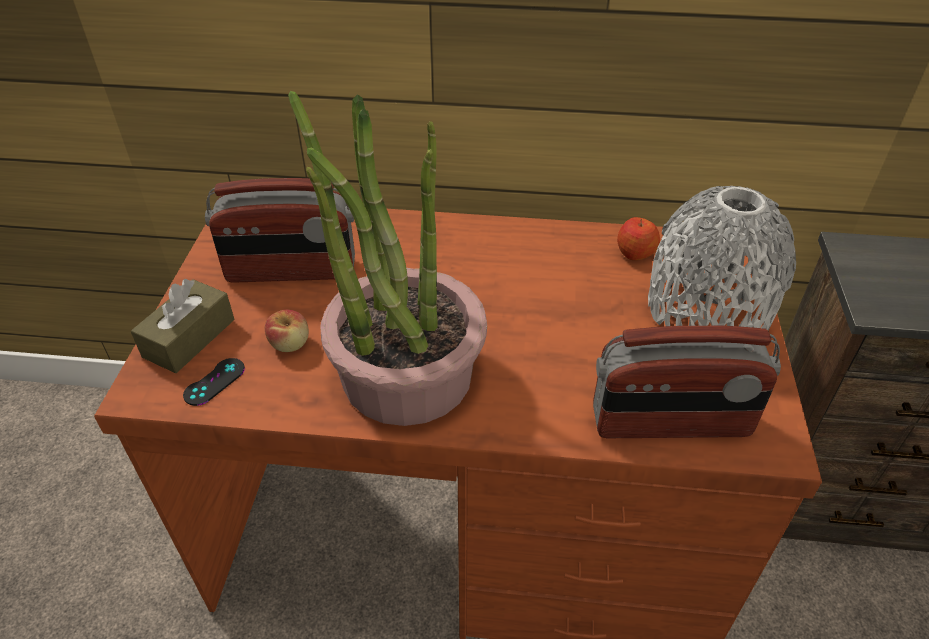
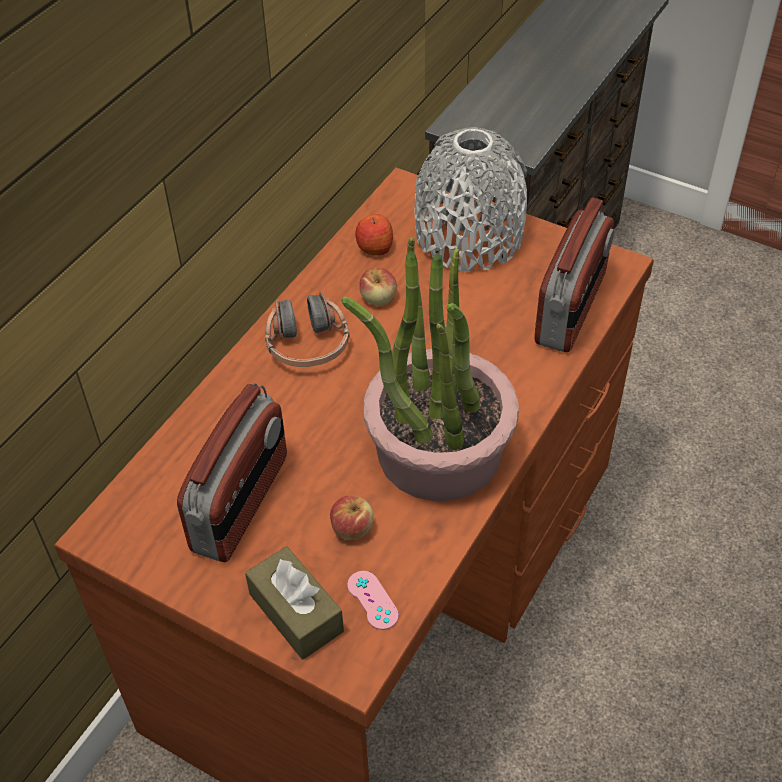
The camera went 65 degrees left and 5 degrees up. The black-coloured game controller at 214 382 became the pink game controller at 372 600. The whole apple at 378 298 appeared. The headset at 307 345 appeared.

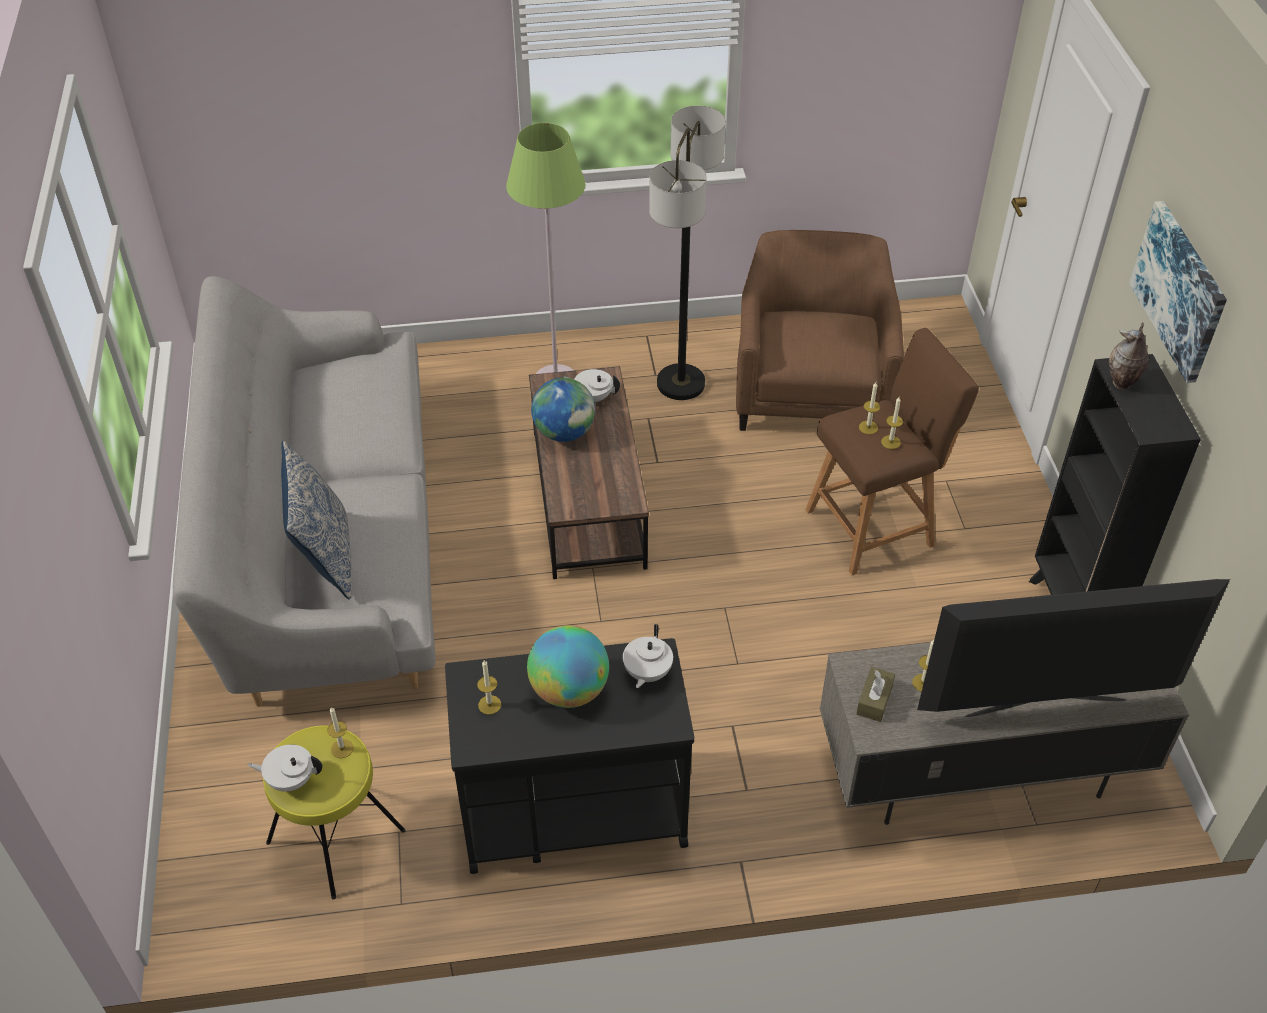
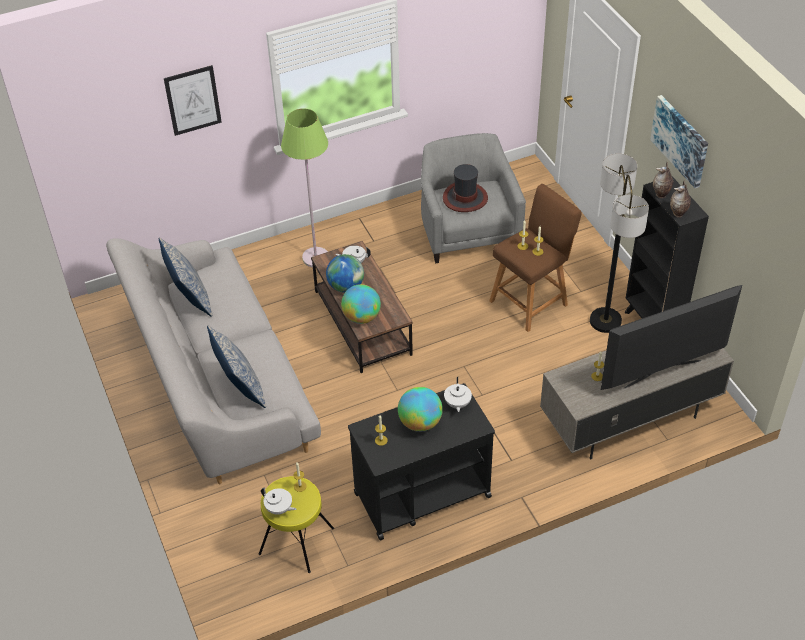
The camera went 15 degrees left and 0 degrees up. The floor lamp moved from 681 383 to 605 321. The brown-coloured armchair at 811 390 became the grey armchair at 468 230. The brown-coloured tissue box at 874 700 disappeared. The white teapot at 290 779 turned 135 degrees counterclockwise. The wall art at 193 100 appeared. The wearable hat at 465 198 appeared. The flower vase at 678 214 appeared. The cushion at 190 299 appeared. The world globe at 361 317 appeared.

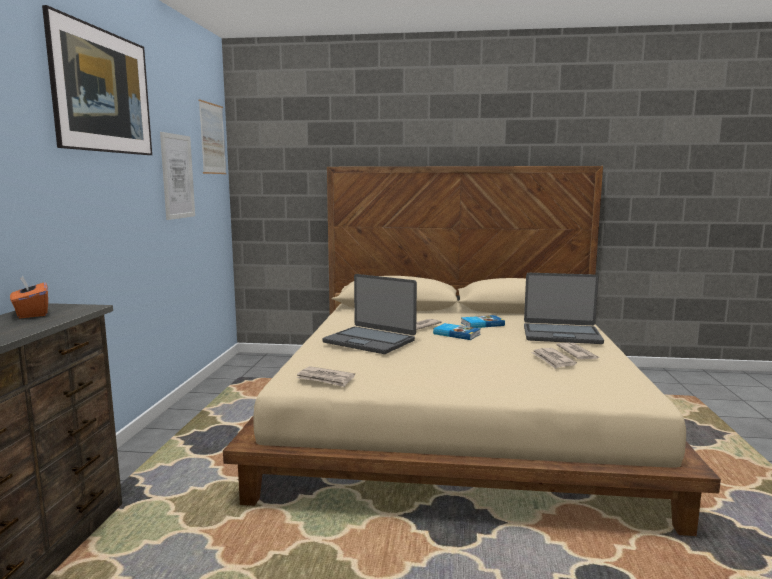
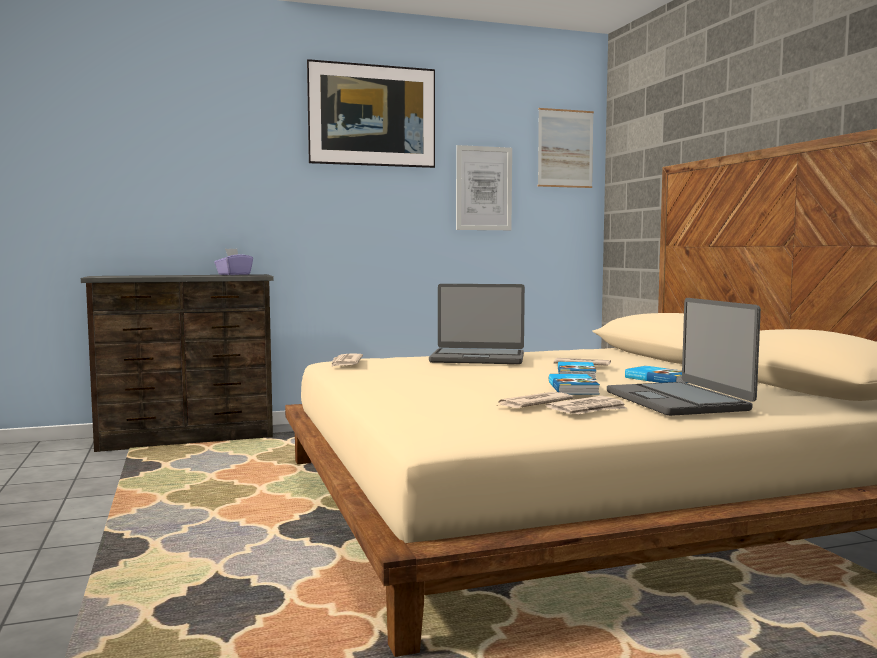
The camera went 65 degrees right and 5 degrees down. The notebook computer at 370 341 turned 90 degrees counterclockwise. The orange tissue box at 31 314 became the purplish tissue box at 234 274. The bound book at 574 388 appeared.

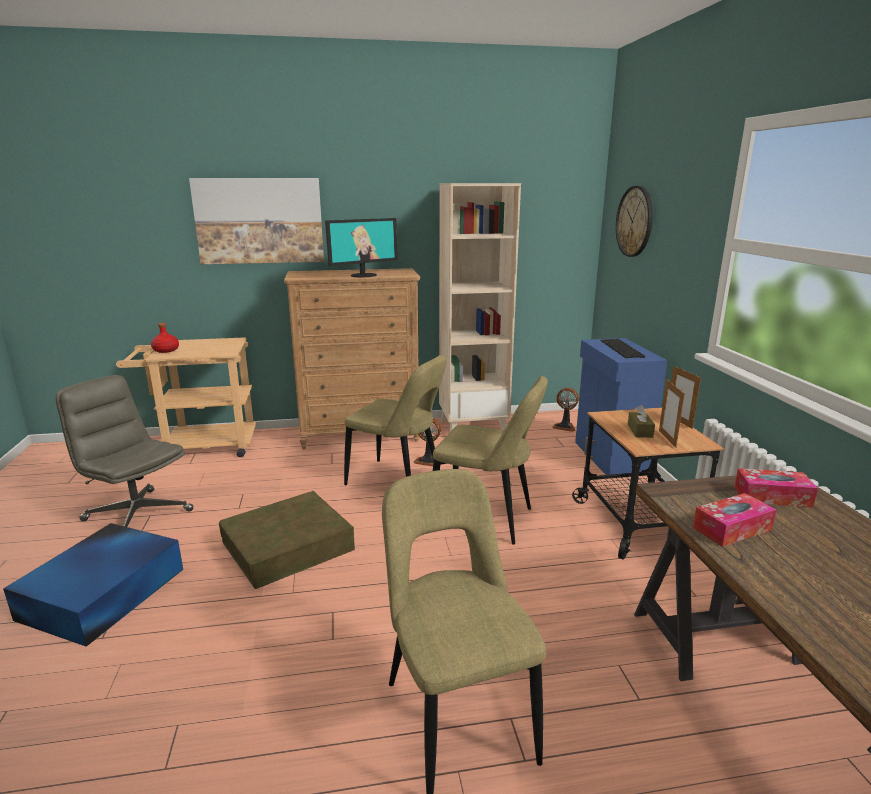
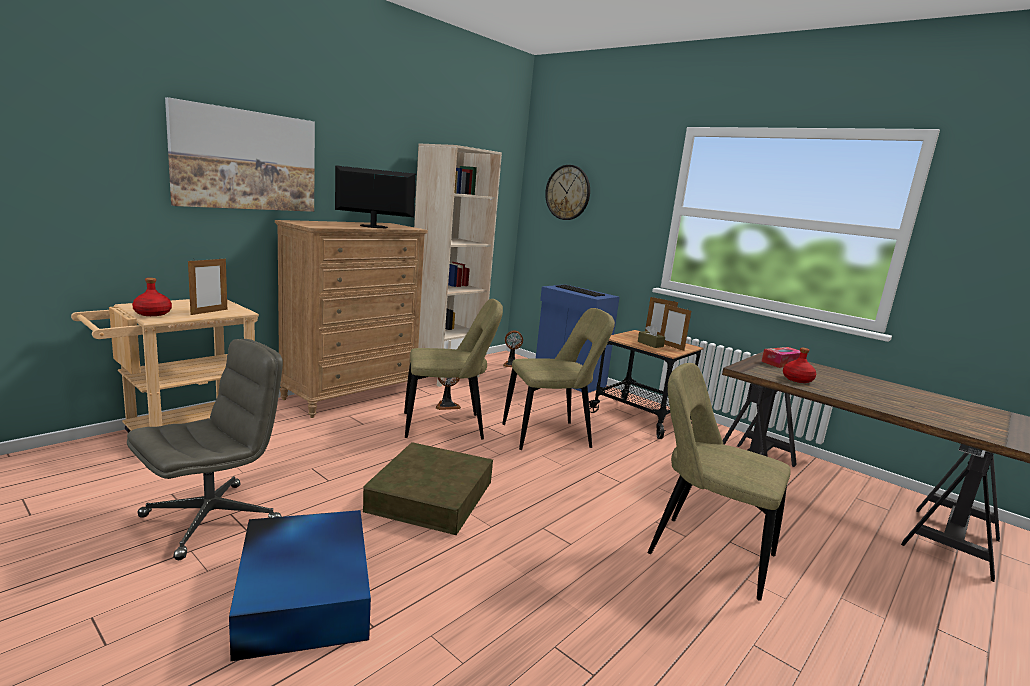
The camera went 40 degrees left and 5 degrees down. The computer screen at 363 275 turned 105 degrees counterclockwise. The grey office chair at 137 515 turned 135 degrees clockwise. The tissue box at 732 528 was replaced by the red-coloured beverage bottle at 797 380. The standing frame at 209 312 appeared.

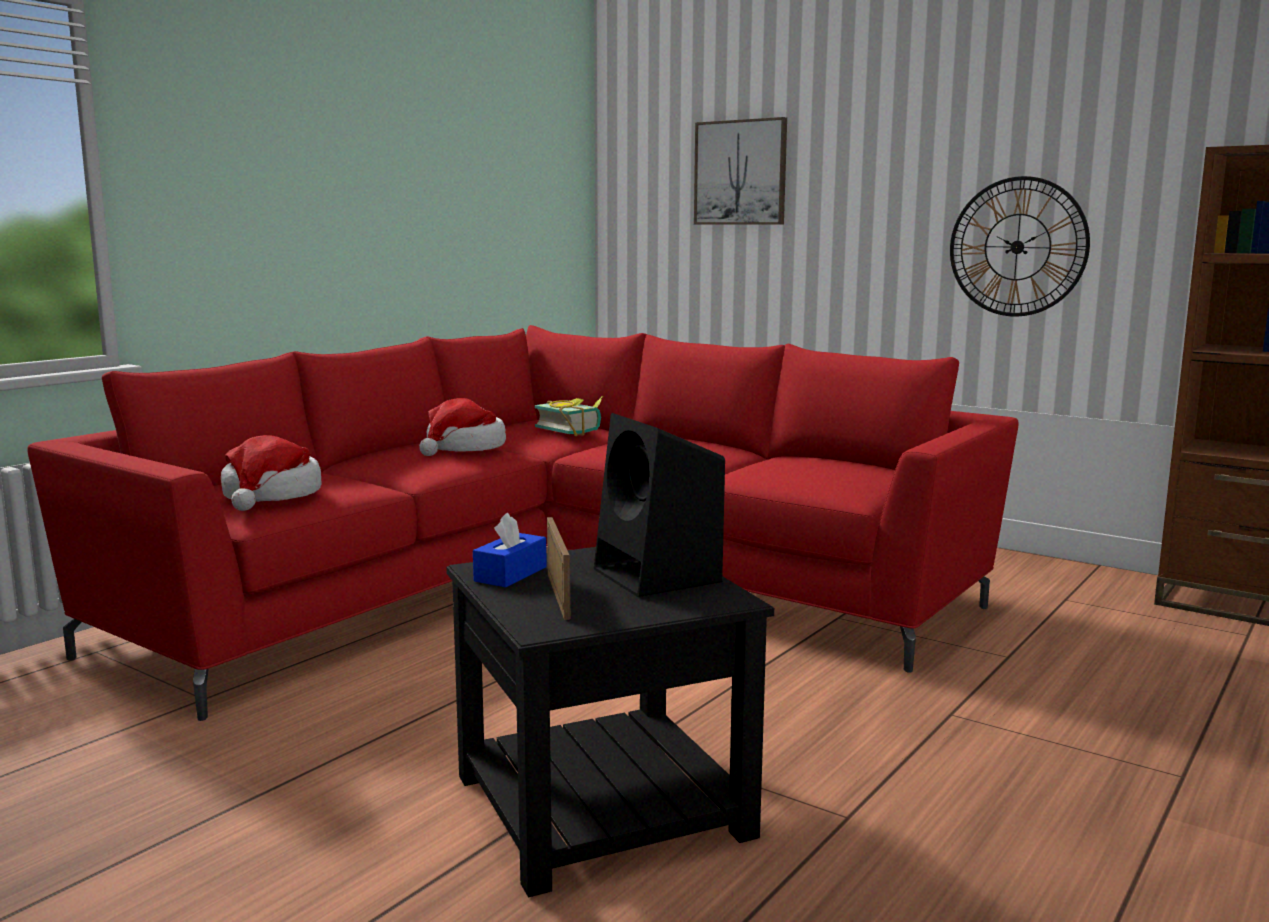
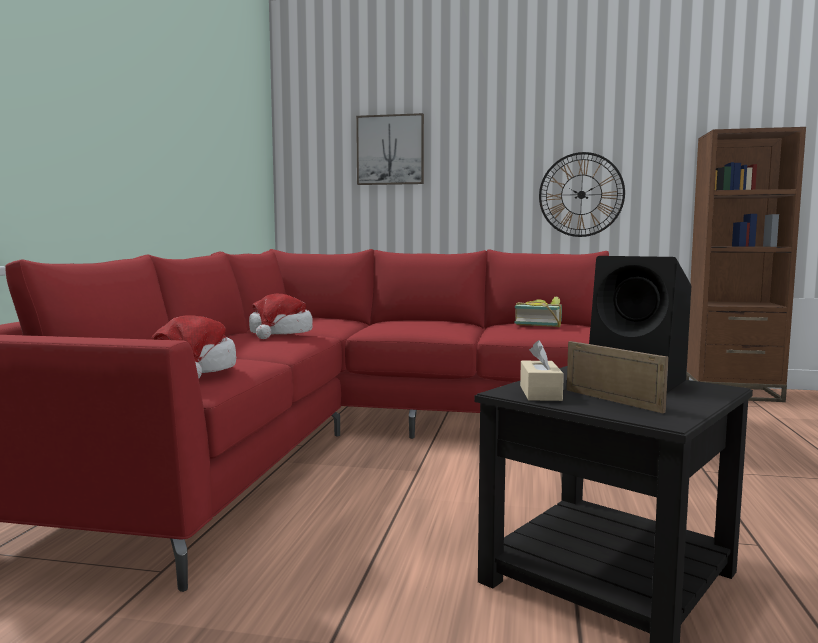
The camera went 25 degrees left and 5 degrees down. The bound book moved from 572 431 to 539 325. The blue-coloured tissue box at 510 574 became the beige tissue box at 540 393.

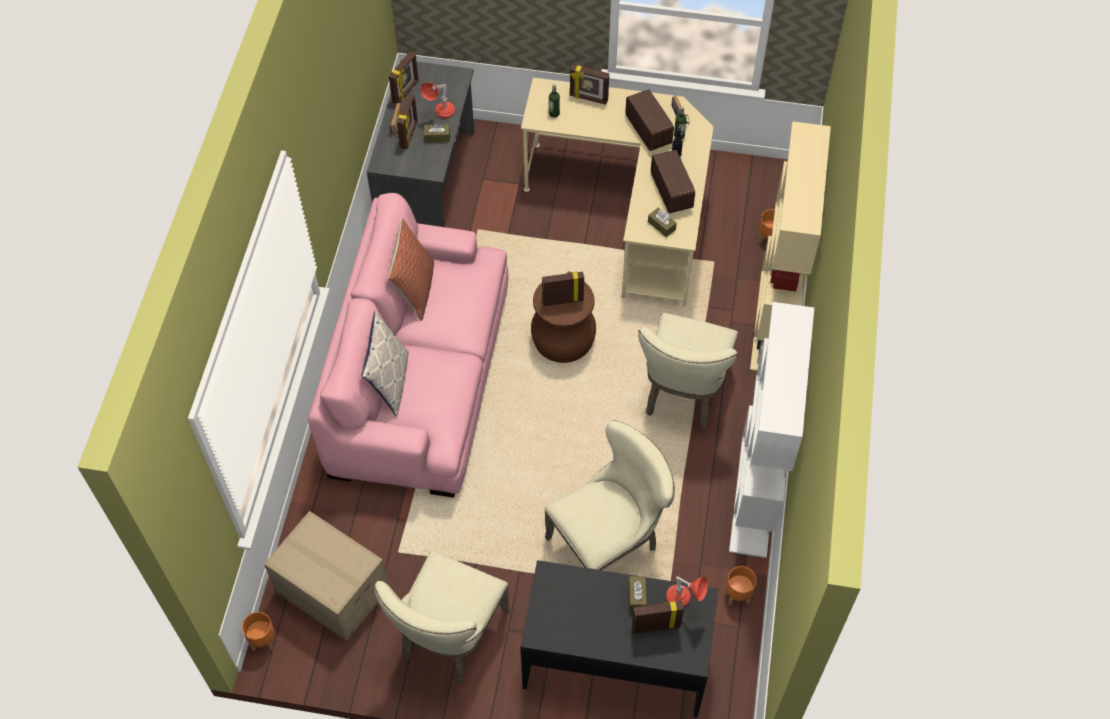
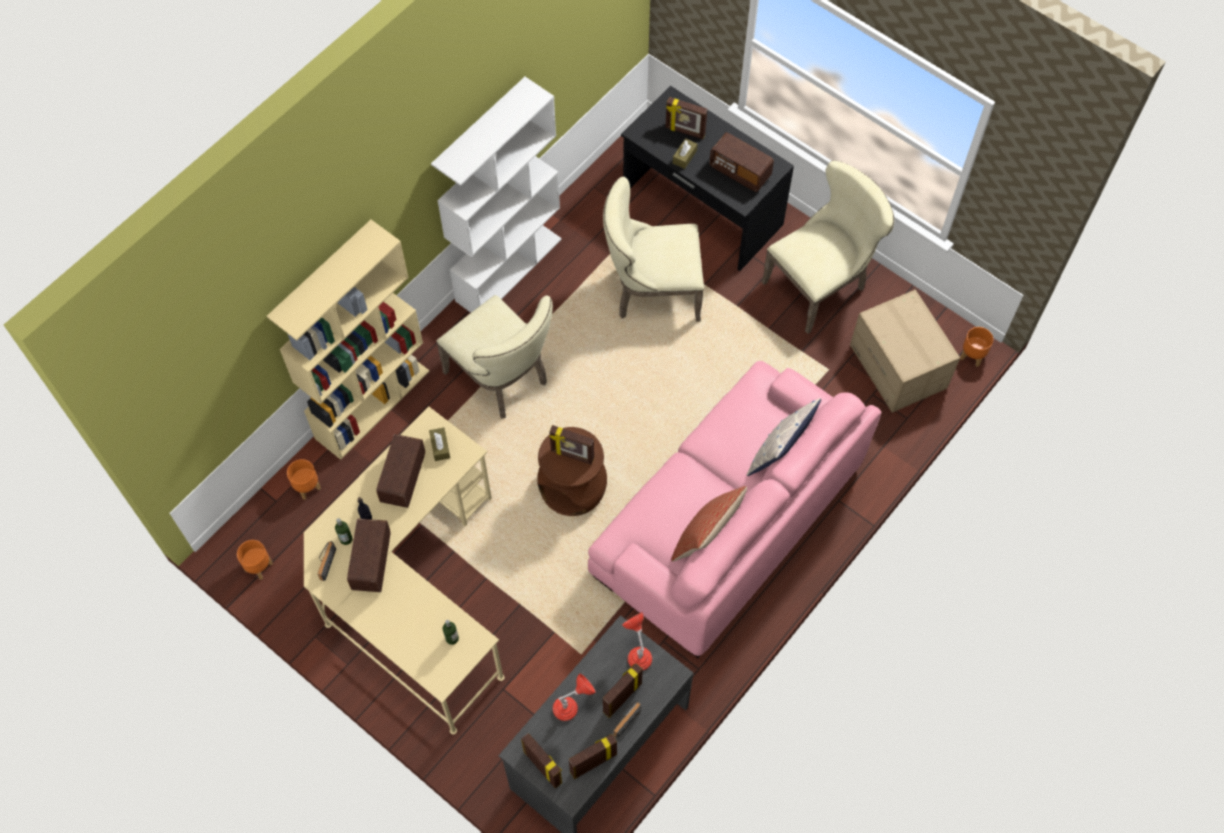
The camera went 150 degrees left and 5 degrees up. The standing frame moved from 588 98 to 543 766. The brown-coloured tissue box at 437 136 disappeared. The beige upright chair at 683 394 turned 90 degrees clockwise. The orange planter moved from 738 594 to 258 567. The red-coloured table lamp moved from 684 601 to 637 652. The radio set at 740 172 appeared.

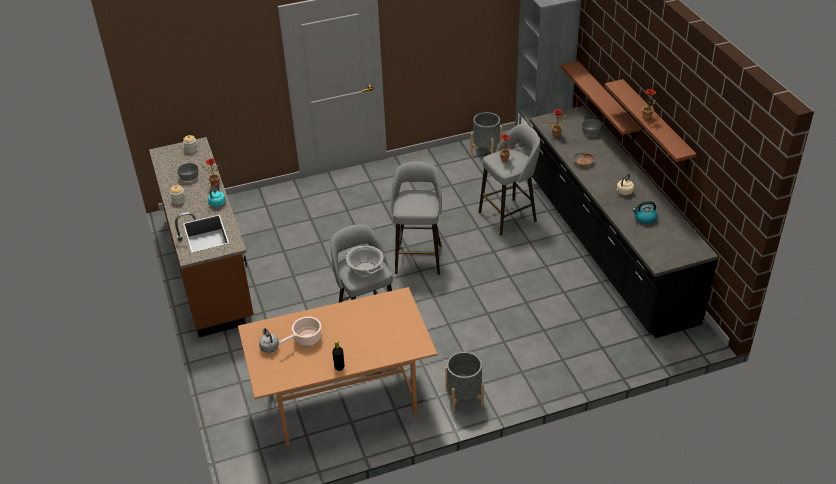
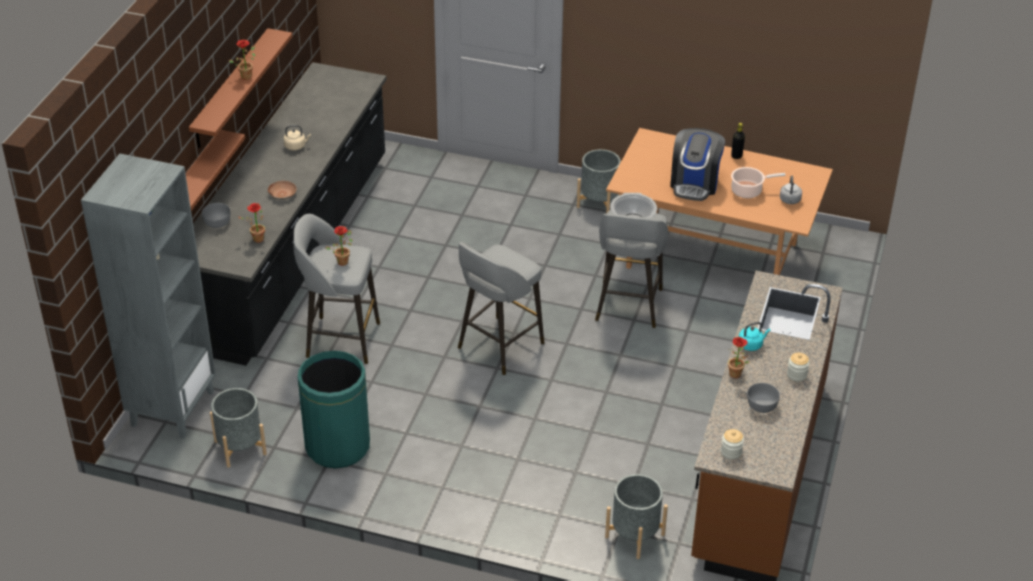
The camera went 145 degrees left and 0 degrees up. The kettle at 644 218 disappeared. The coffee maker at 694 183 appeared. The green-coloured waste bin at 337 446 appeared. The grey planter at 635 535 appeared.

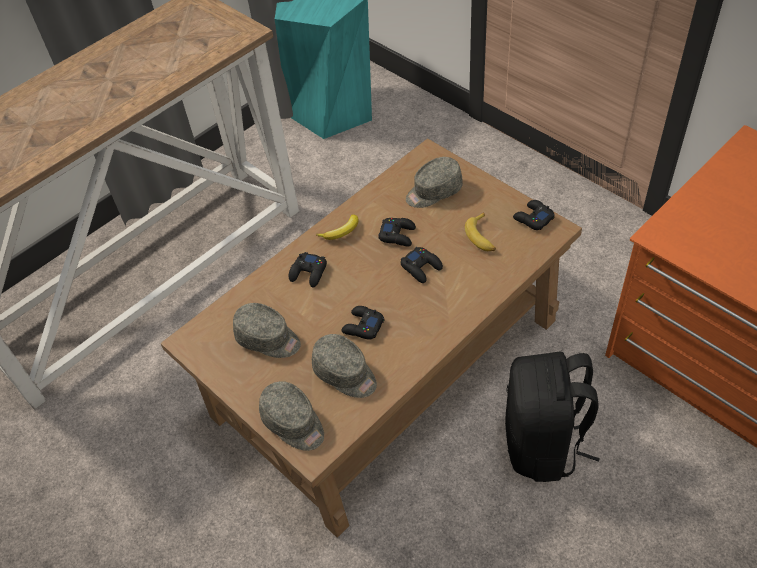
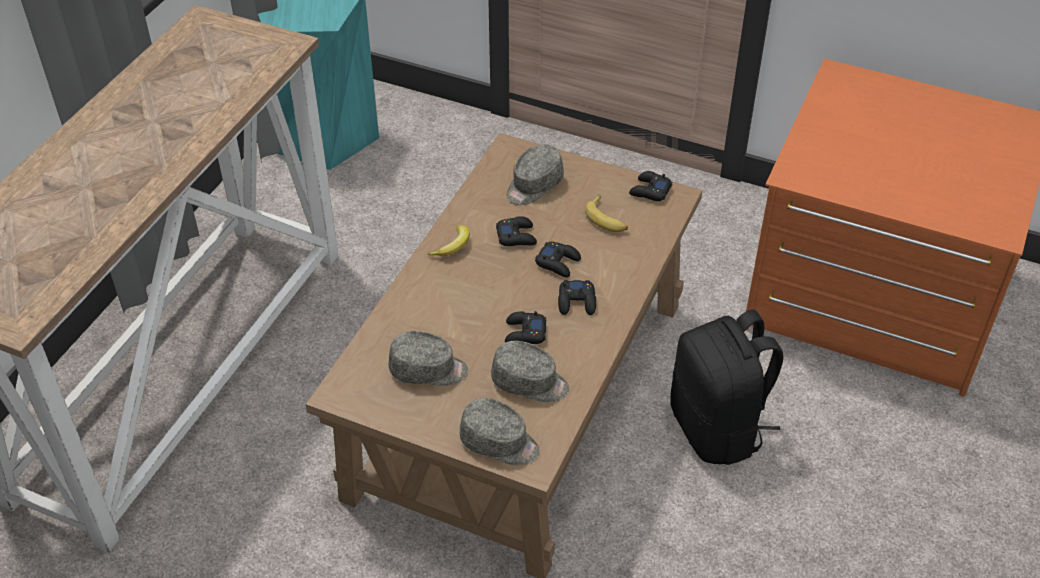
The camera went 25 degrees left and 5 degrees down. The black-coloured game controller moved from 309 273 to 577 302.

